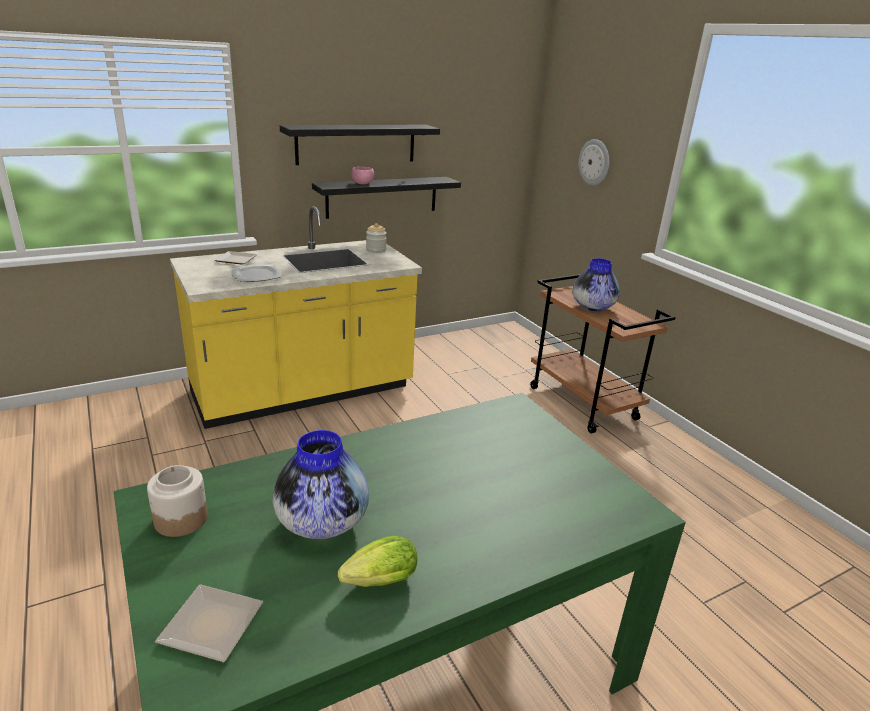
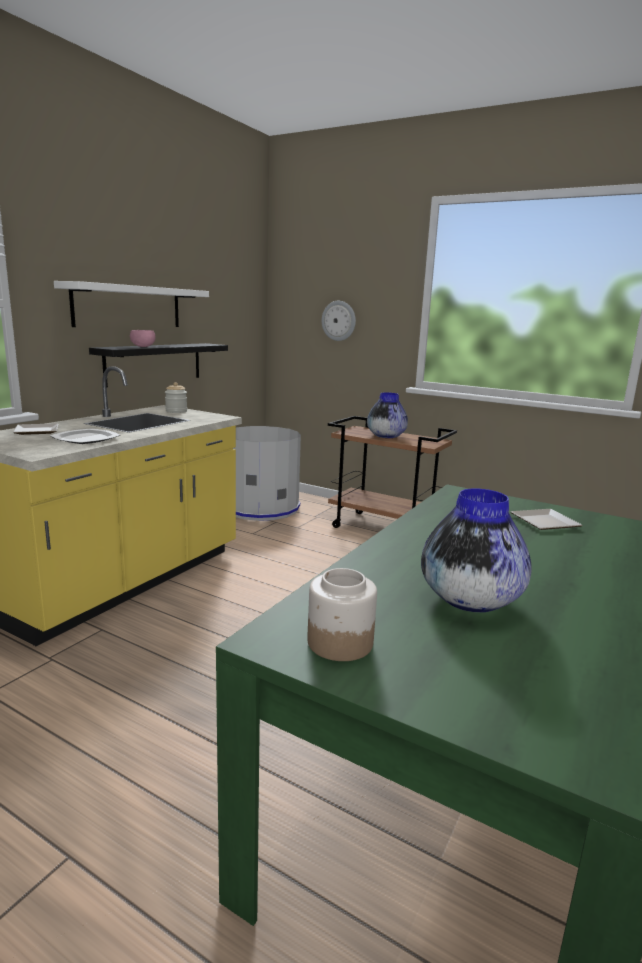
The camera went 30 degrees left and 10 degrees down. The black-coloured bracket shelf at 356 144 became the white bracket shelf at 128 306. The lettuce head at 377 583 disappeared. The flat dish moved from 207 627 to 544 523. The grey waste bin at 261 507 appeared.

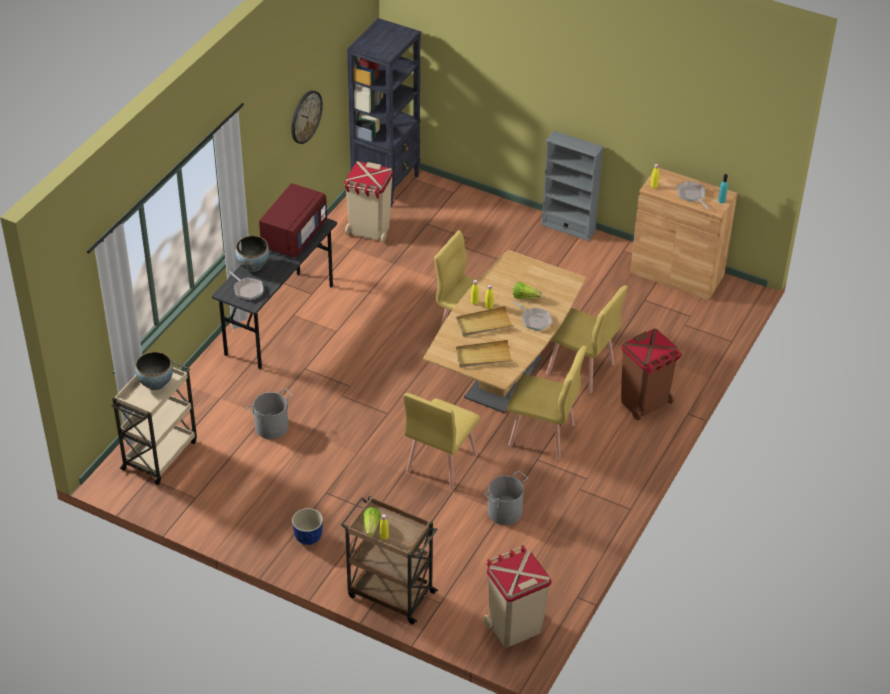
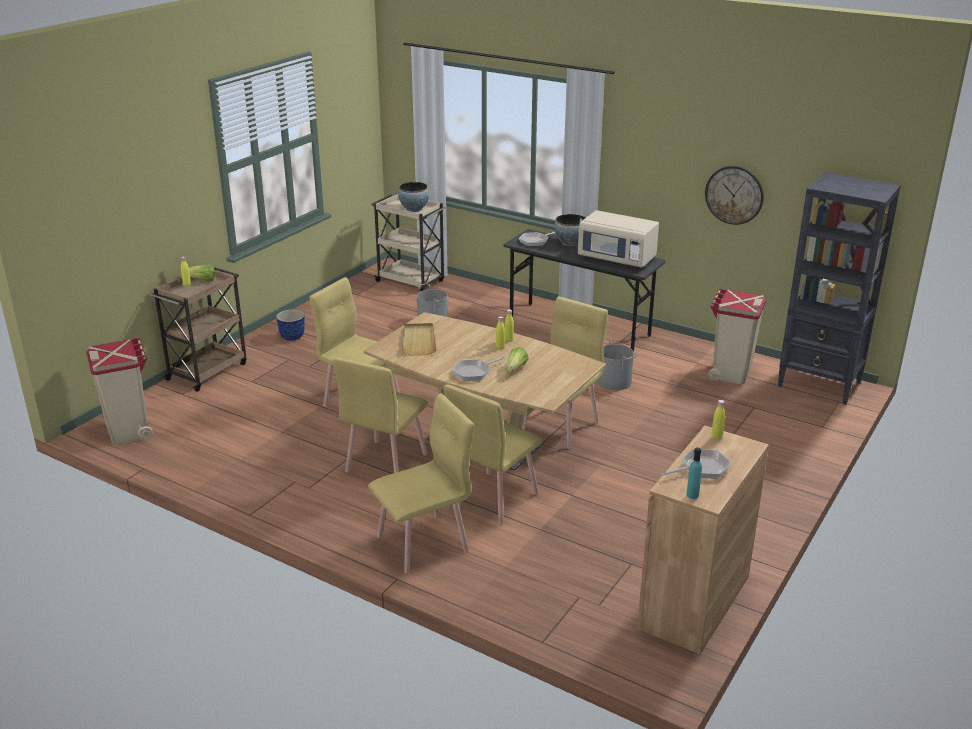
The camera went 95 degrees right and 15 degrees down. The grey bookcase at 568 227 disappeared. The red-coloured microwave at 293 236 became the beige microwave at 617 259. The beige carrying tray at 484 323 disappeared. The brown-coloured waste bin at 645 403 was replaced by the yellowish upright chair at 423 543. The grey water bucket moved from 504 511 to 614 381.

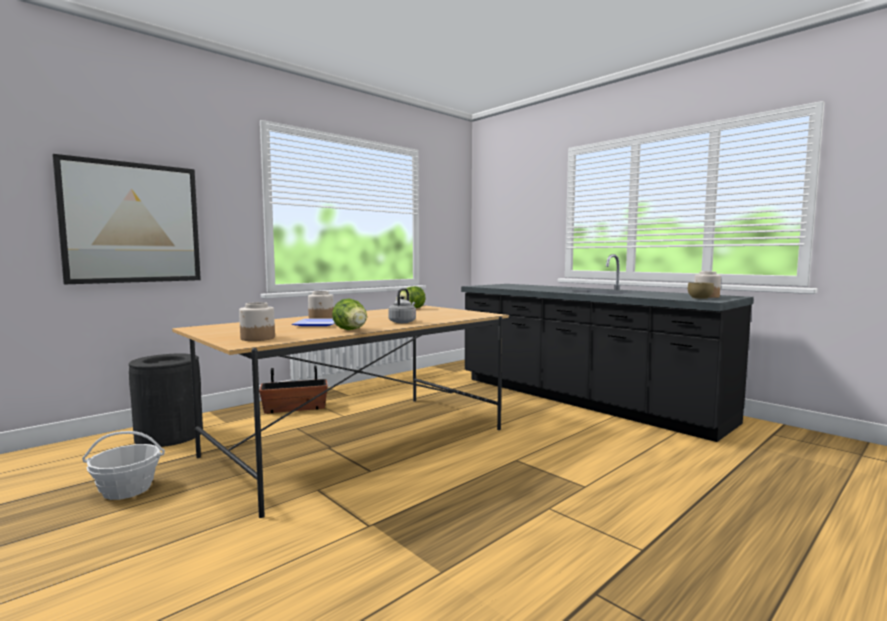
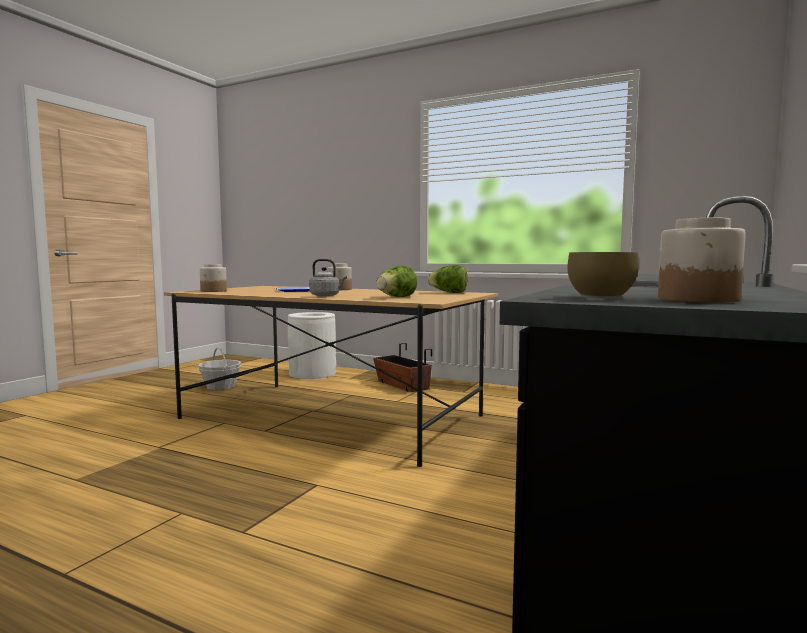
The camera went 70 degrees right and 0 degrees up. The wall art at 132 223 disappeared. The lettuce head moved from 352 330 to 396 297. The black-coloured waste bin at 169 435 became the white waste bin at 312 373.

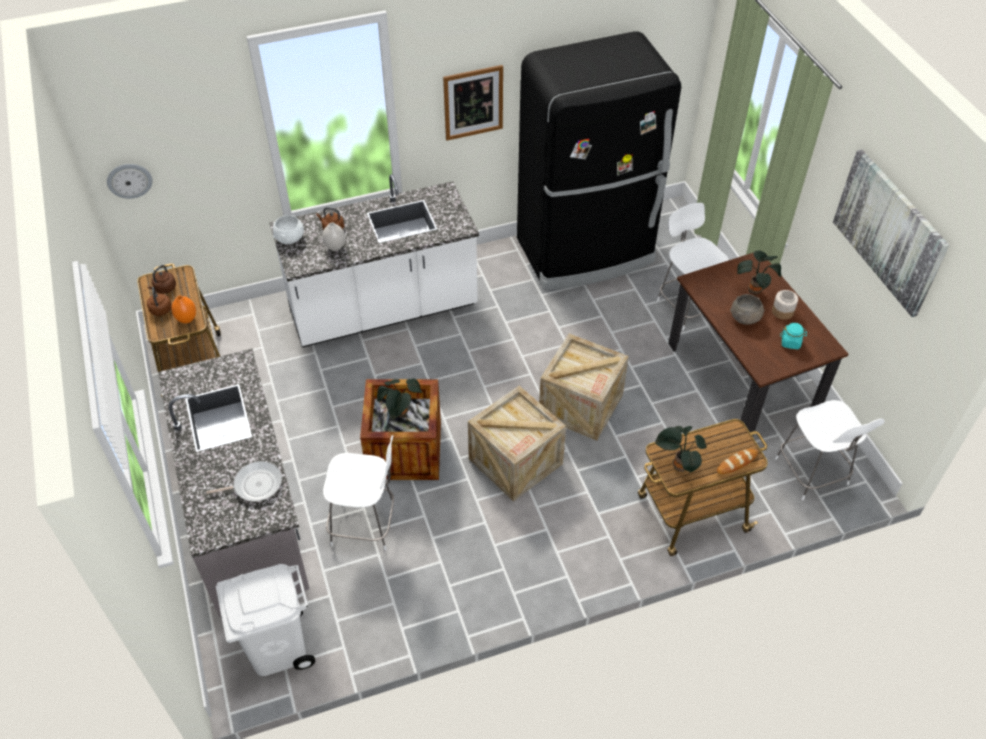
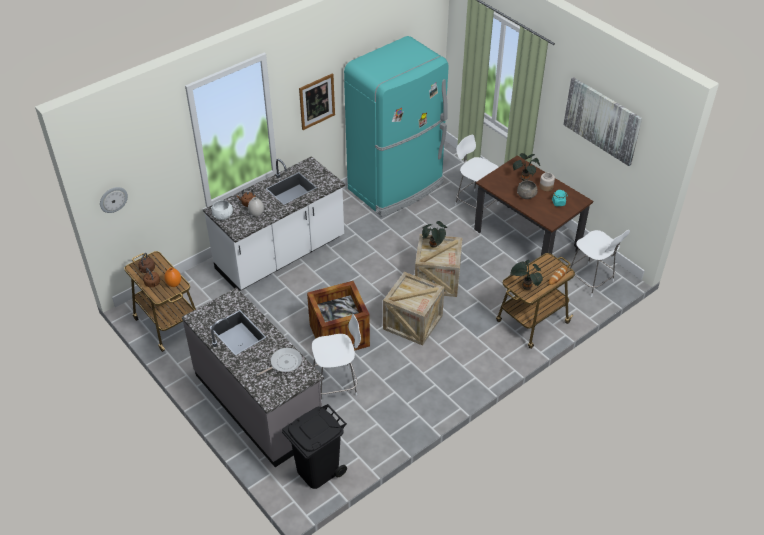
The camera went 20 degrees left and 5 degrees down. The black-coloured kitchen fridge at 586 252 became the blue-green kitchen fridge at 397 187. The potted plant moved from 401 414 to 434 246. The white waste bin at 277 647 became the black-coloured waste bin at 317 470.

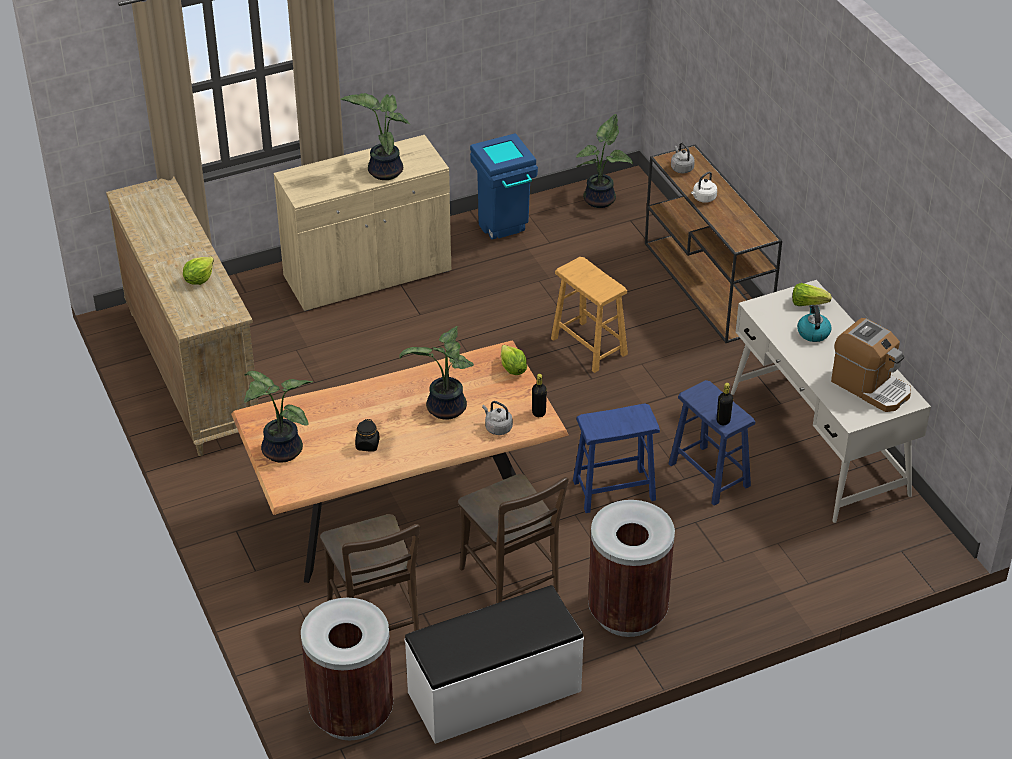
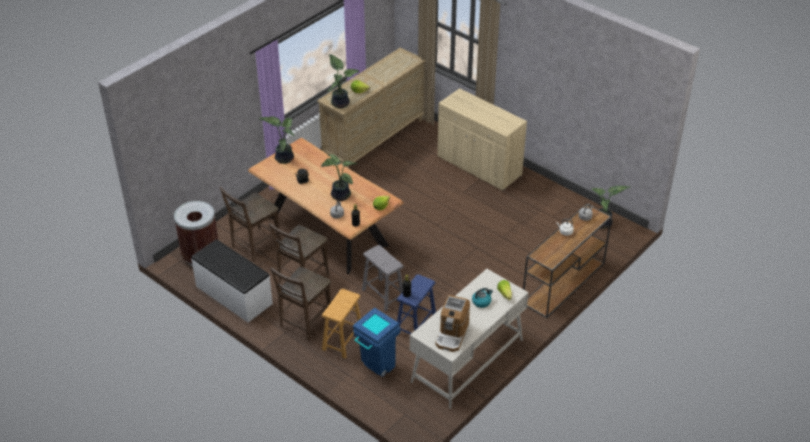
The camera went 65 degrees right and 0 degrees up. The potted plant moved from 384 170 to 340 103. The blue-coloured waste bin moved from 505 232 to 376 368. The brown-coloured stool seat moved from 589 346 to 343 340. The blue-coloured stool seat at 614 490 became the grey stool seat at 383 295. The brown-coloured waste bin at 627 613 was replaced by the brown-coloured upright chair at 304 323.

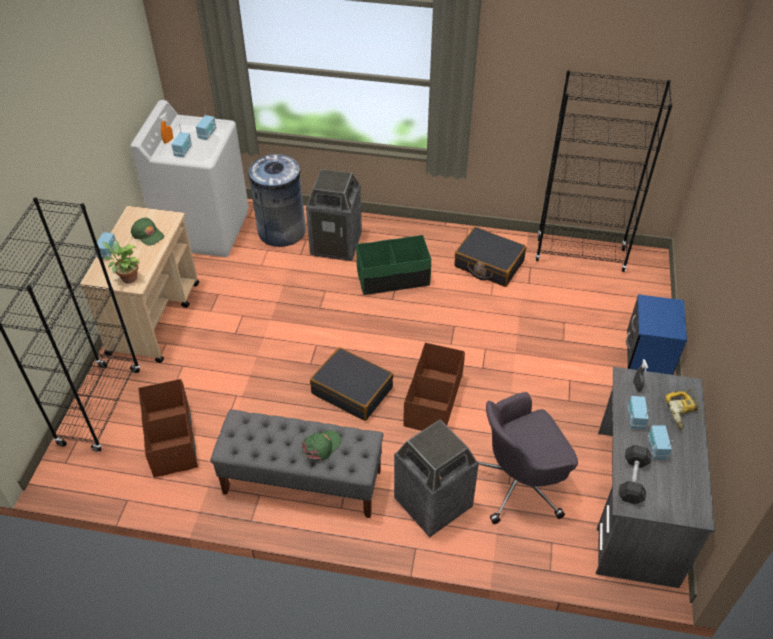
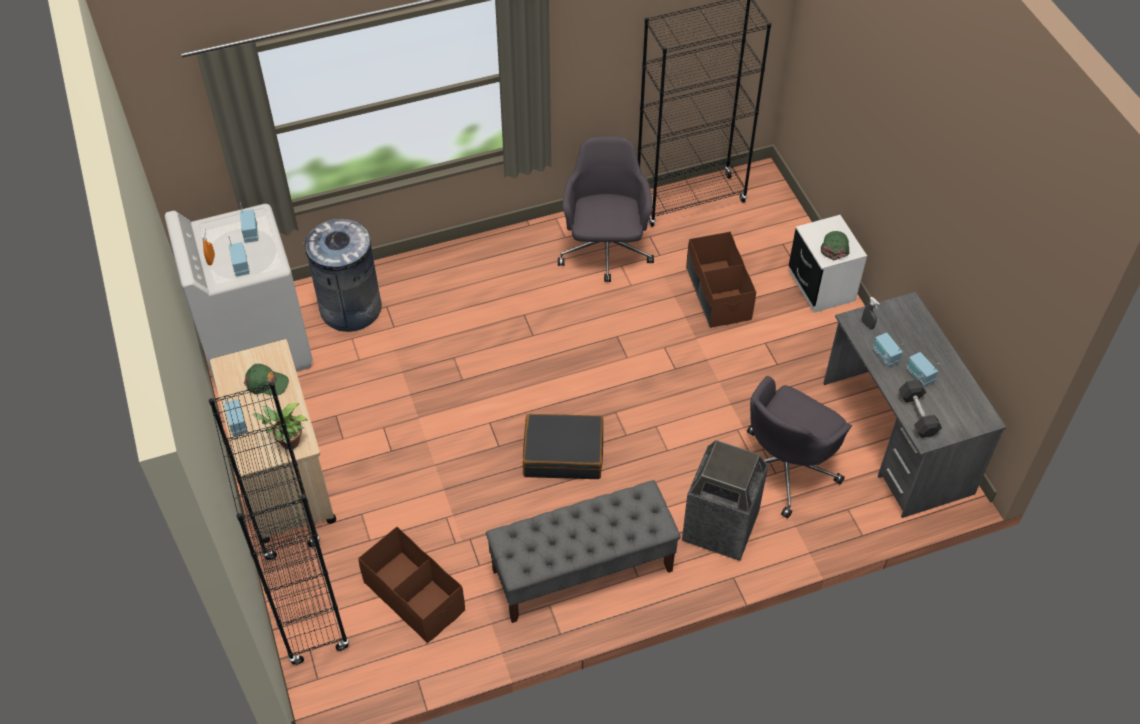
The camera went 30 degrees left and 5 degrees up. The waste bin at 336 244 disappeared. The black-coloured suitcase at 488 264 was replaced by the grey office chair at 605 251. The green-coloured storage bin at 393 278 disappeared. The blue-coloured bedside table at 647 358 became the white bedside table at 821 286. The brown-coloured storage bin moved from 433 401 to 717 294. The electric drill at 683 411 disappeared. The green-coloured baseball cap moved from 321 446 to 835 247.

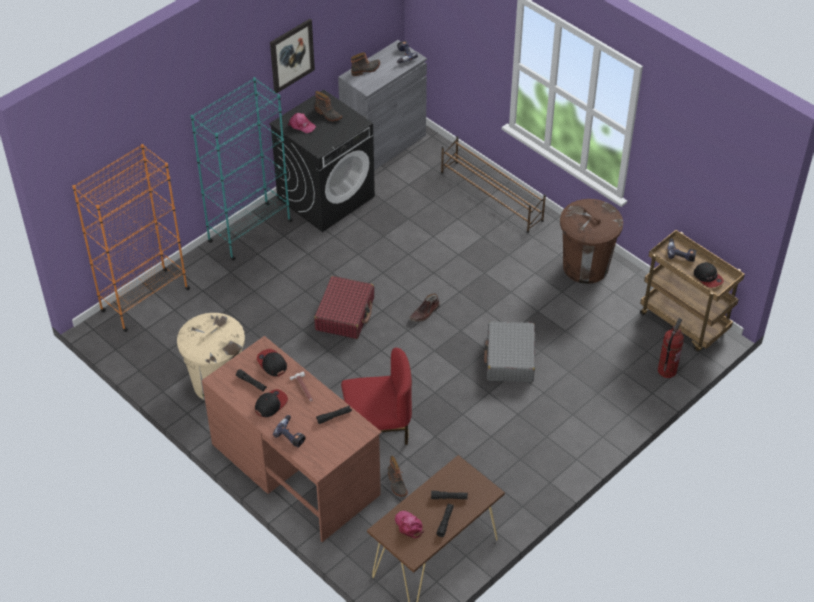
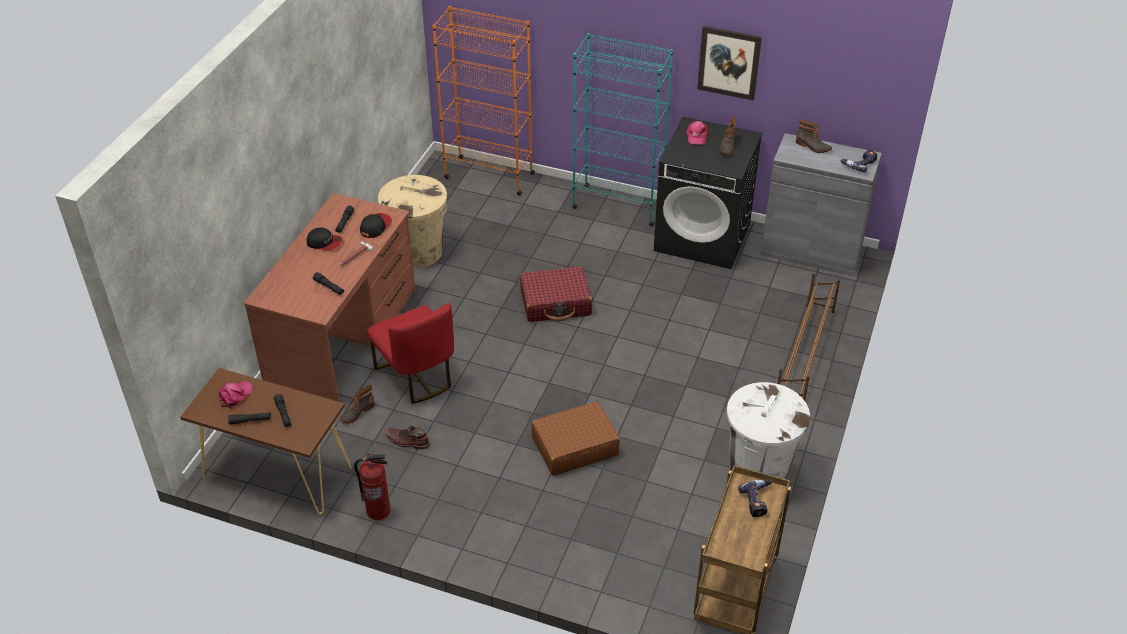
The camera went 65 degrees right and 5 degrees down. The brown-coloured waste bin at 585 267 became the white waste bin at 758 469. The baseball cap at 708 277 disappeared. The brown-coloured high-top boot moved from 425 313 to 407 441. The fire extinguisher moved from 667 371 to 378 511. The grey suitcase at 510 359 became the brown-coloured suitcase at 574 446. The electric drill at 292 434 disappeared.

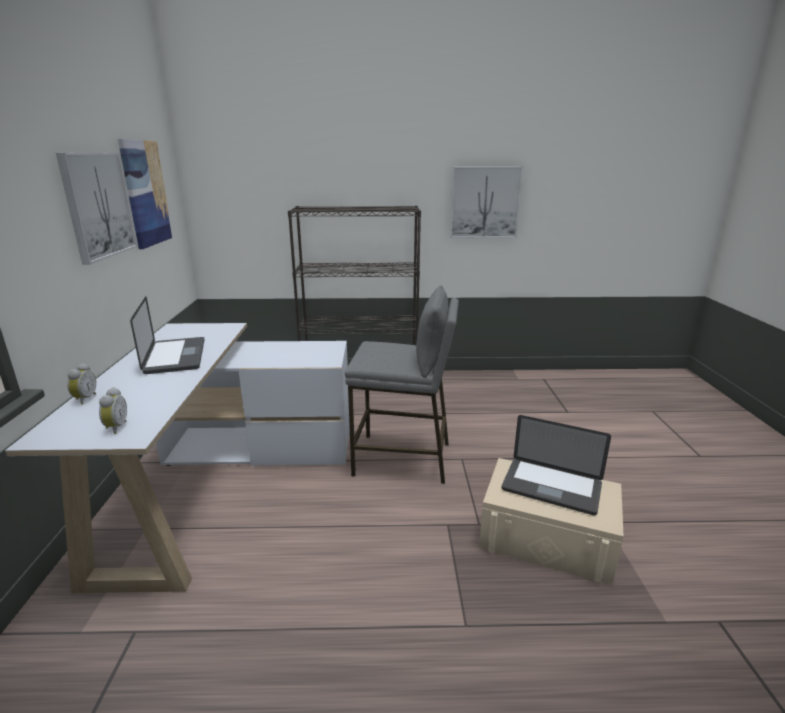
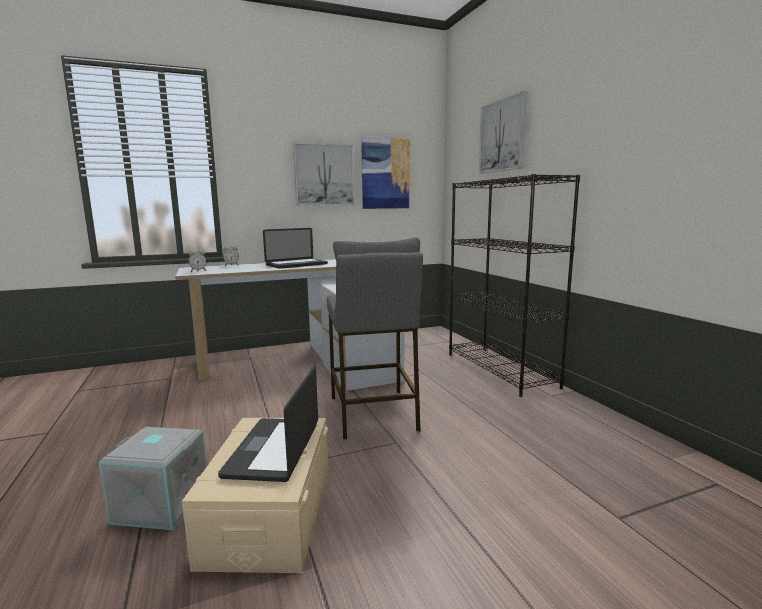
The camera went 70 degrees right and 10 degrees down. The wall art moved from 484 202 to 502 136. The grey storage bin at 160 505 appeared.

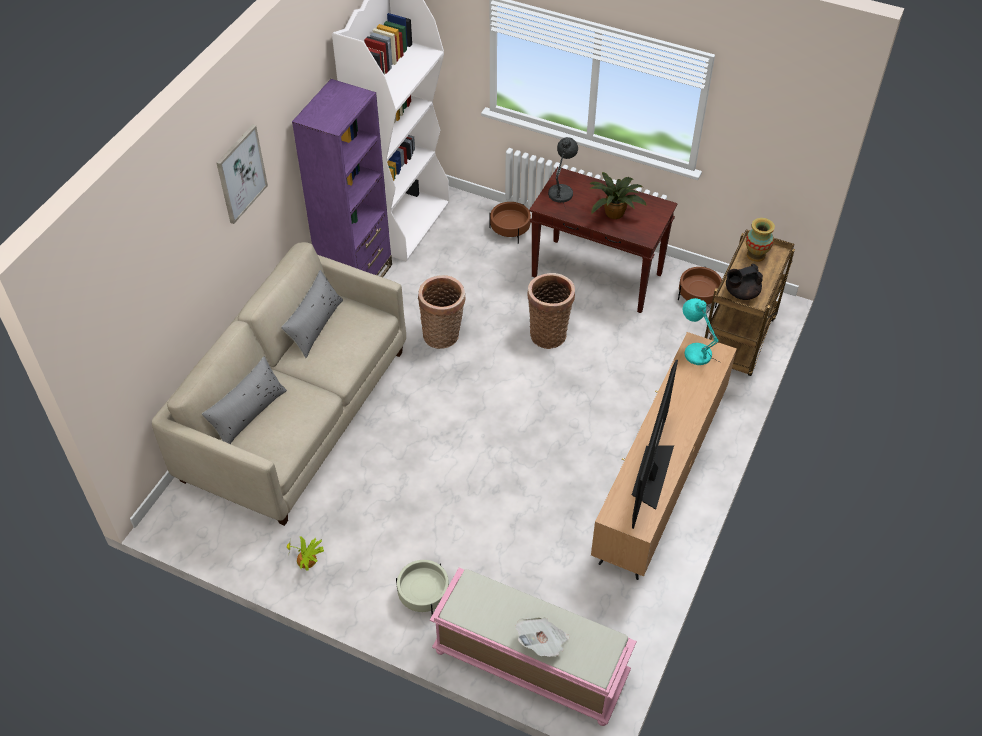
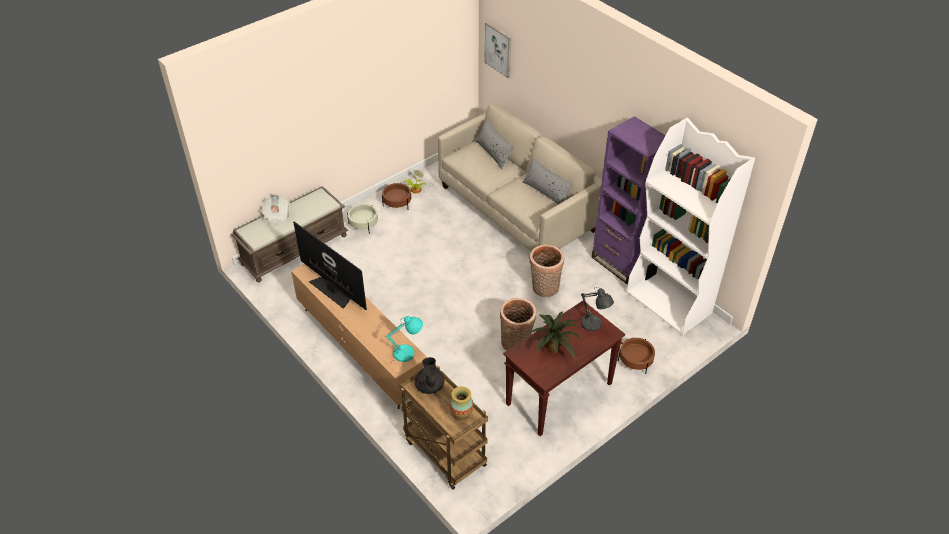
The camera went 115 degrees right and 5 degrees down. The wall art moved from 241 174 to 498 49. The brown-coloured planter moved from 698 296 to 397 203. The pink long seat at 528 664 became the brown-coloured long seat at 294 249.

